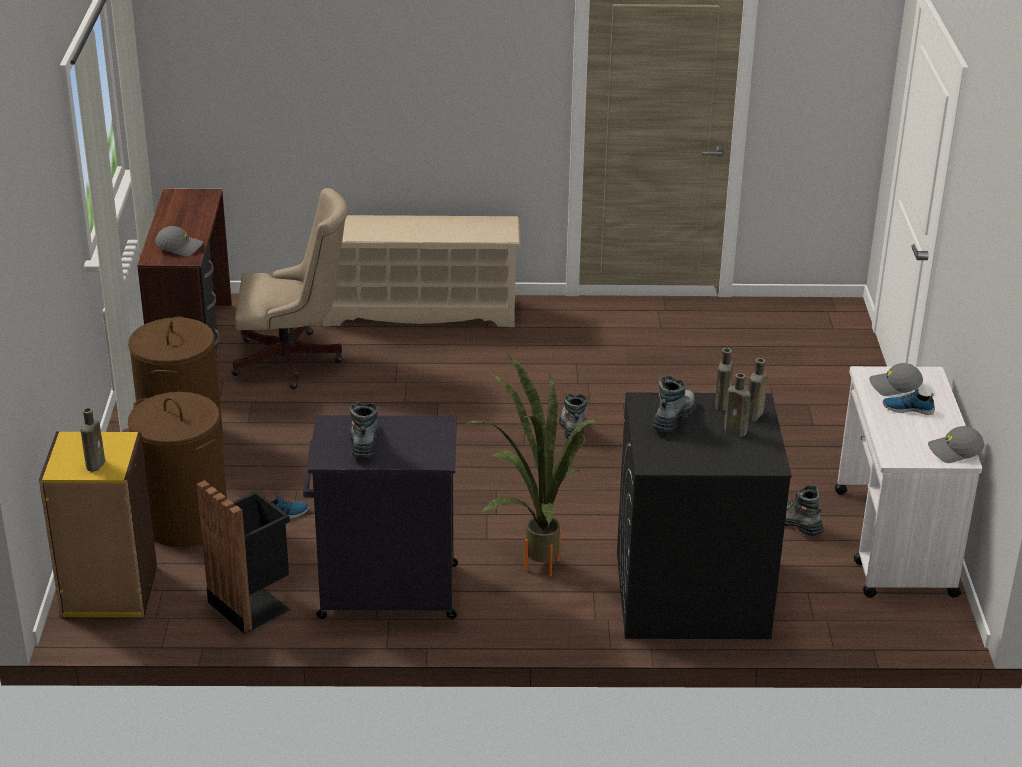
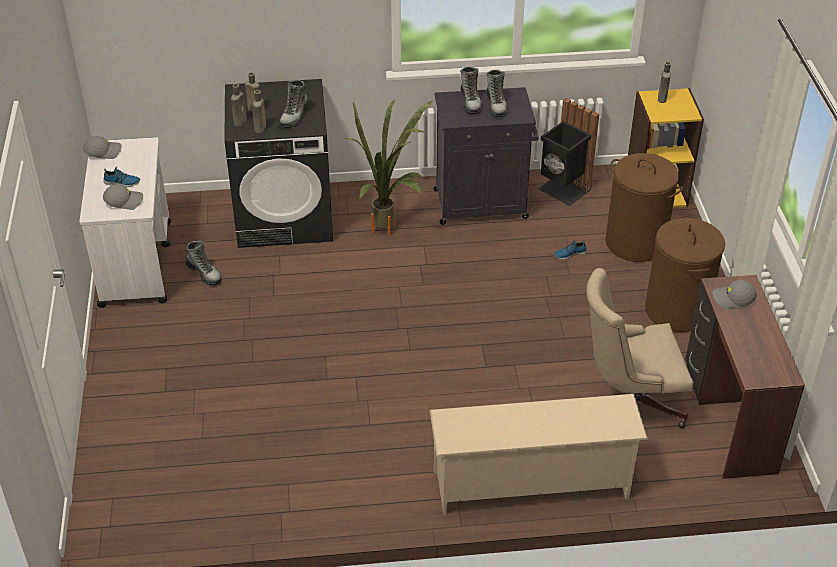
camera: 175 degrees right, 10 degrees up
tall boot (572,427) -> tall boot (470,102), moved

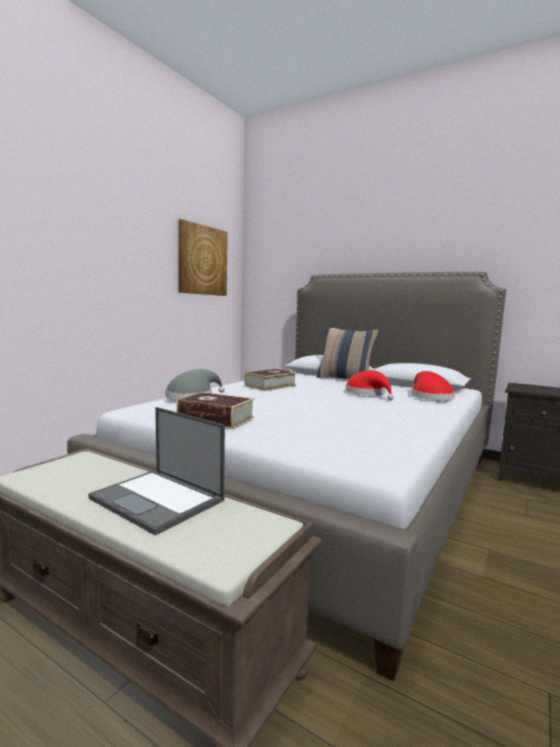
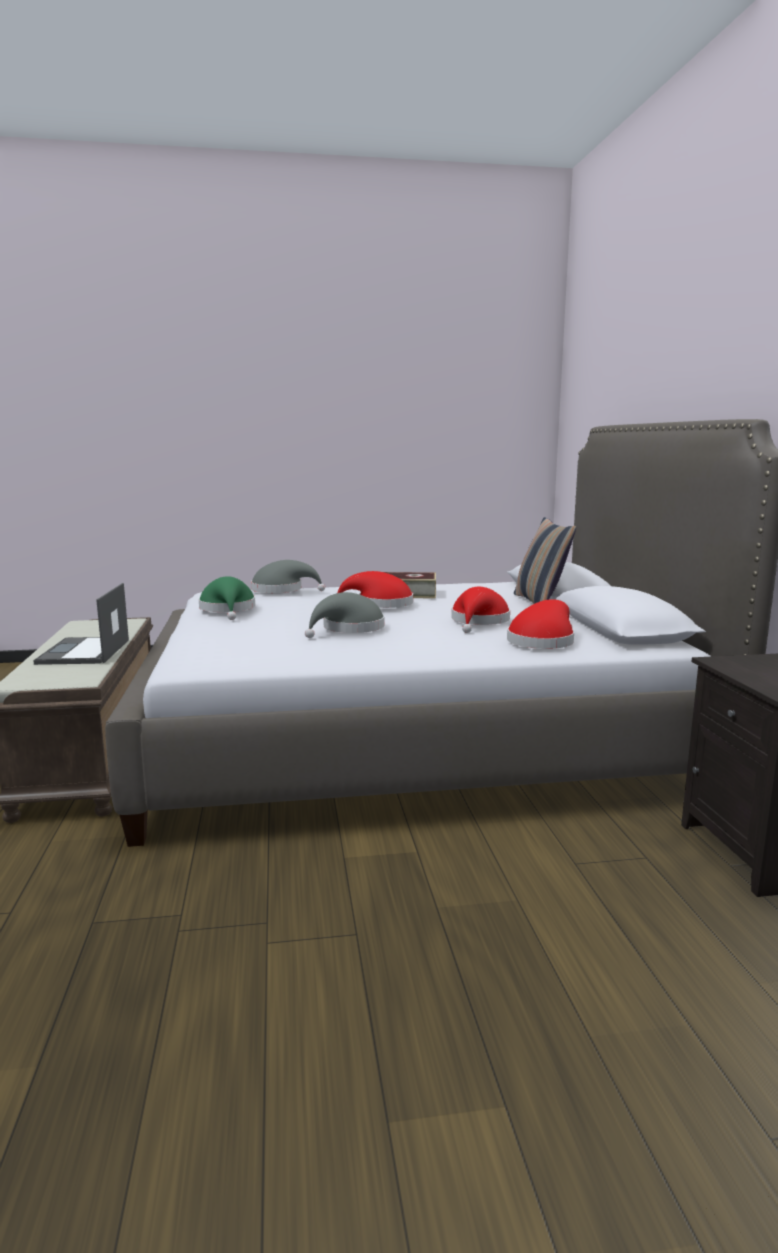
camera: 50 degrees right, 5 degrees up
book (216,418) -> clothing hat (green-coloured) (228,609)
wall picture (202,260) -> none
none -> clothing hat (grey) (349,629)
none -> clothing hat (reddish) (380,604)

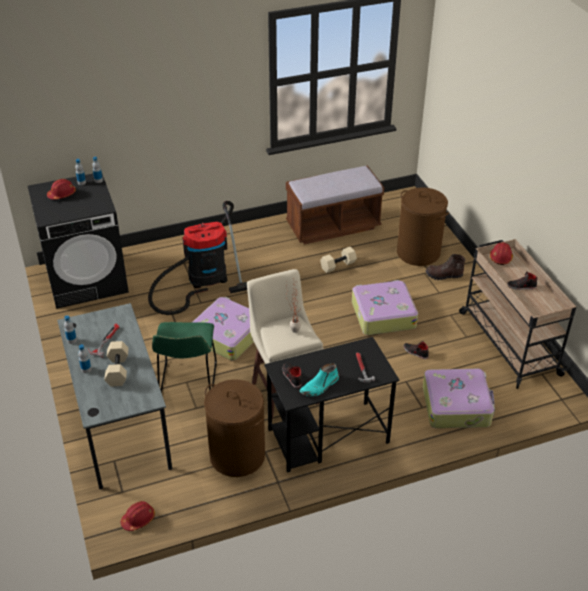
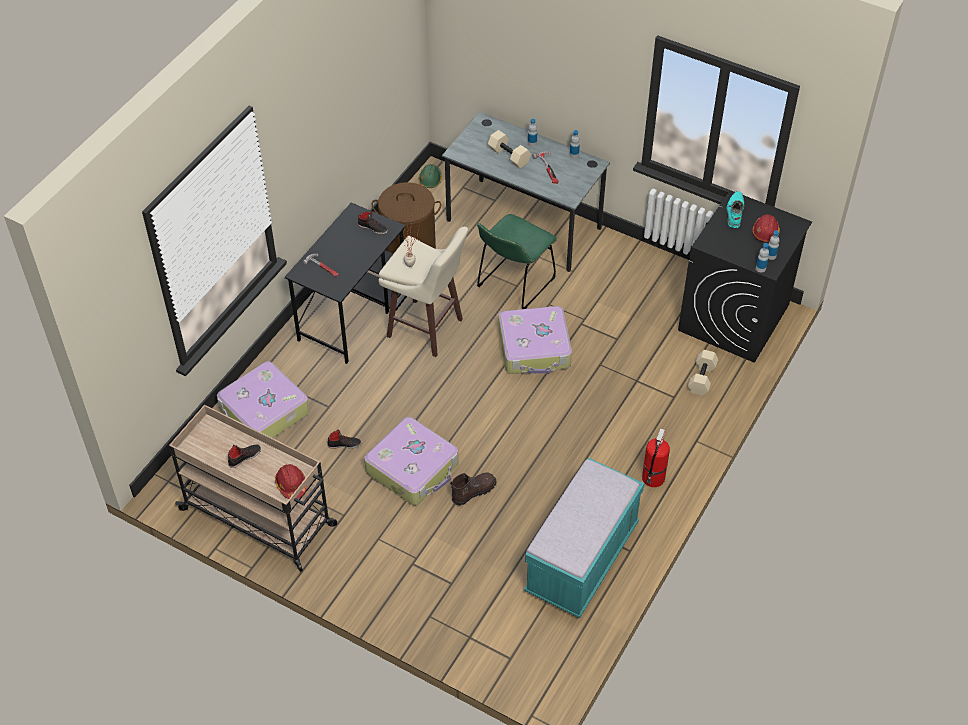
camera: 140 degrees right, 10 degrees up
safety helmet (reddish) (138,519) -> safety helmet (green-coloured) (430,179)
hoover (203,278) -> none
upright chair (green-coloured) (188,384) -> upright chair (green-coloured) (513,285), 105 degrees counterclockwise
bench (brown-coloured) (333,226) -> bench (turquoise-coloured) (582,560)
tall boot (turquoise-coloured) (320,386) -> tall boot (turquoise-coloured) (734,212), moved
hand weight (beige) (338,265) -> hand weight (beige) (702,379), moved
washing basket (brown-coloured) (418,252) -> none
tall boot (brown-coloured) (444,276) -> tall boot (brown-coloured) (473,491), moved
none -> fire-fighting cylinder (653,479)

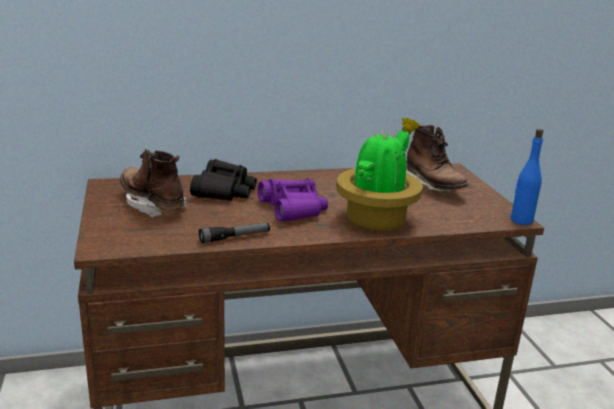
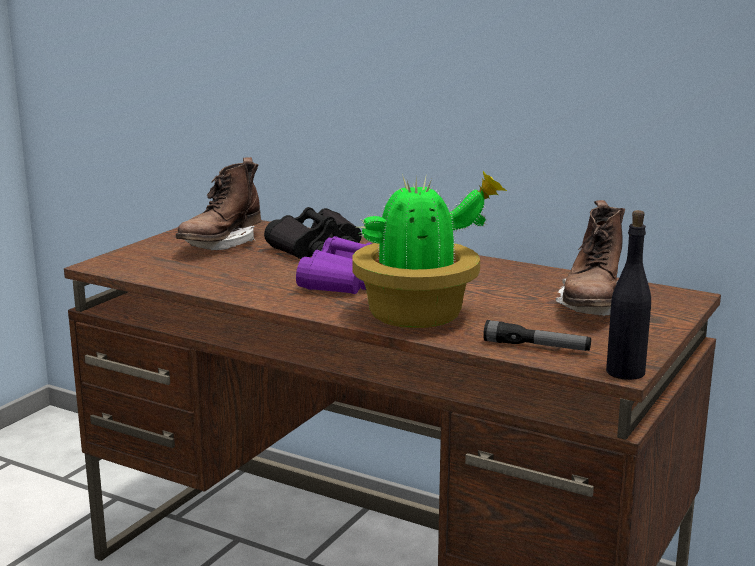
camera: 45 degrees right, 5 degrees down
tall boot (brown-coloured) (152,204) -> tall boot (brown-coloured) (221,244), 150 degrees counterclockwise
flashlight (235,237) -> flashlight (536,347), moved
beverage bottle (blue-coloured) (521,220) -> beverage bottle (black-coloured) (625,372)

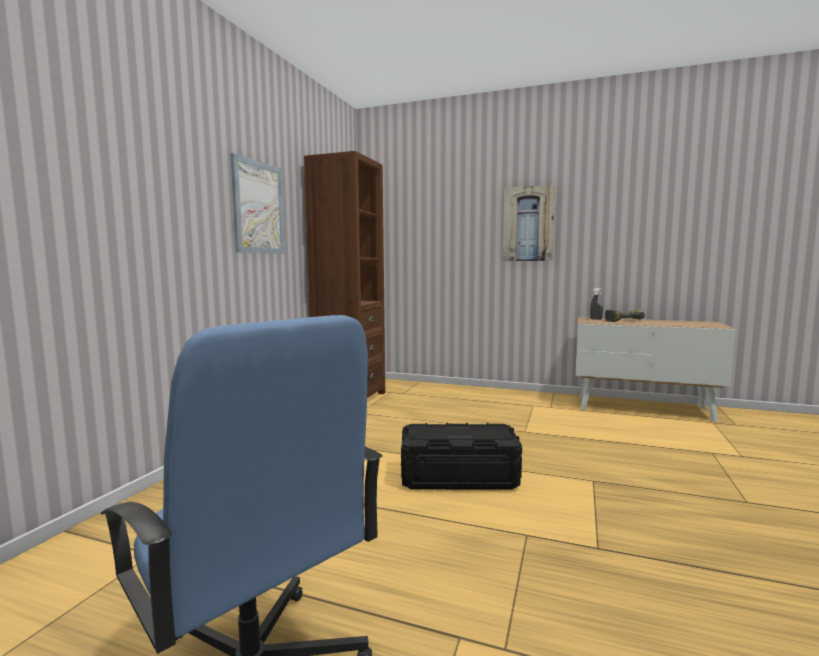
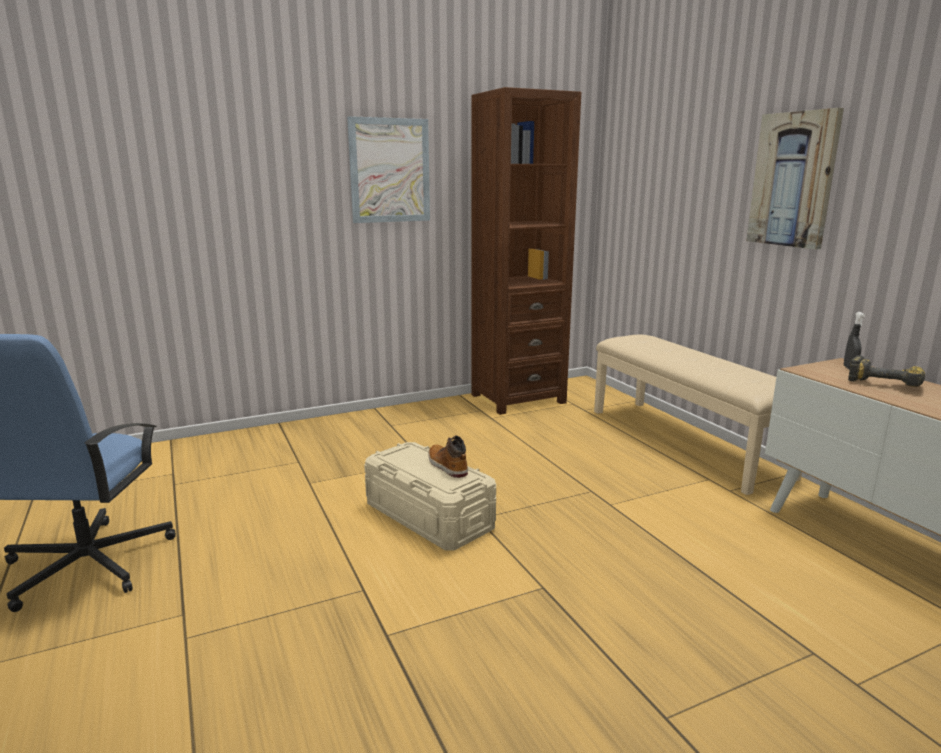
camera: 45 degrees right, 10 degrees up
storage bin (black-coloured) (459,477) -> storage bin (beige) (429,517)
none -> tall boot (447,466)
none -> bench (beige) (685,442)

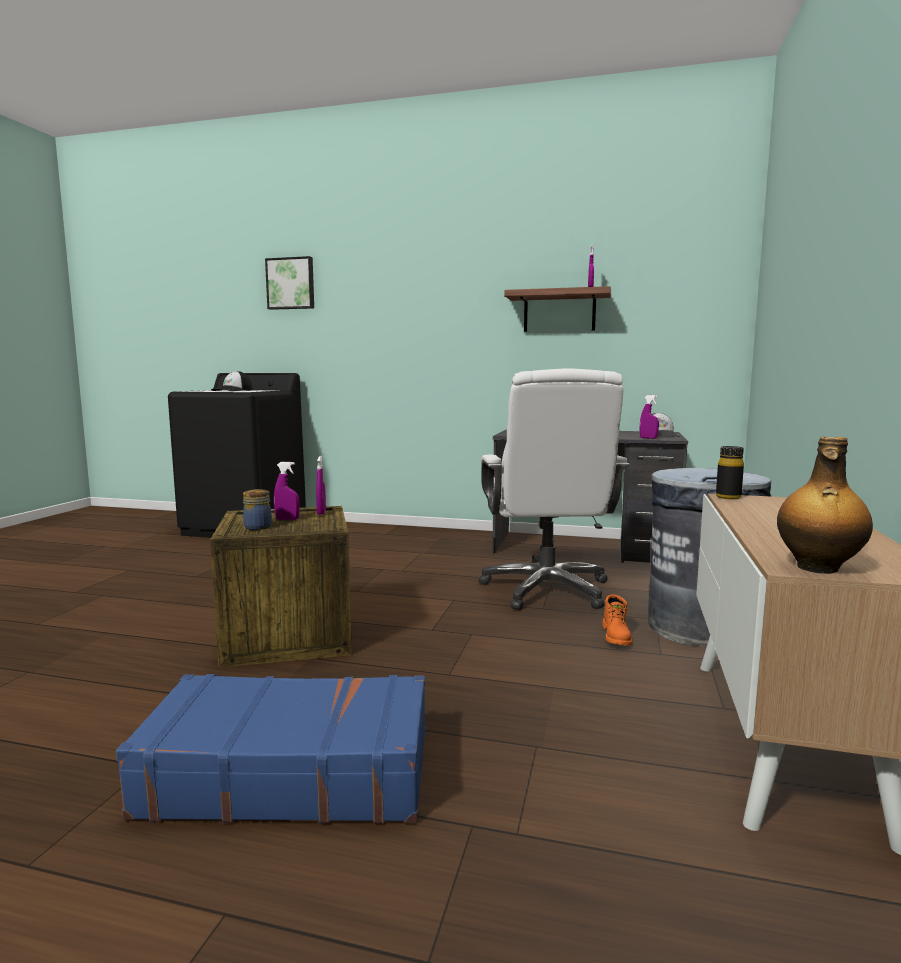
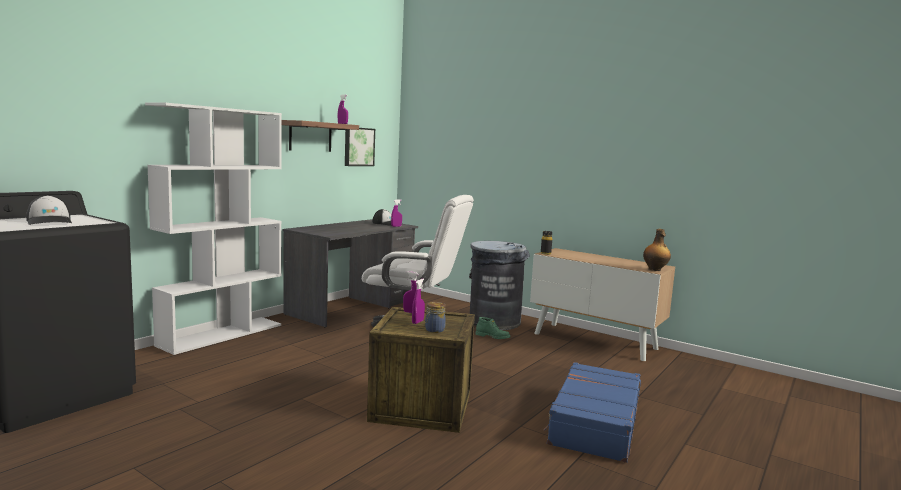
camera: 70 degrees left, 0 degrees up
wall picture (291,283) -> wall picture (358,146), moved
tall boot (orangey) (617,636) -> tall boot (green-coloured) (493,337)
none -> shelving unit (white) (222,334)

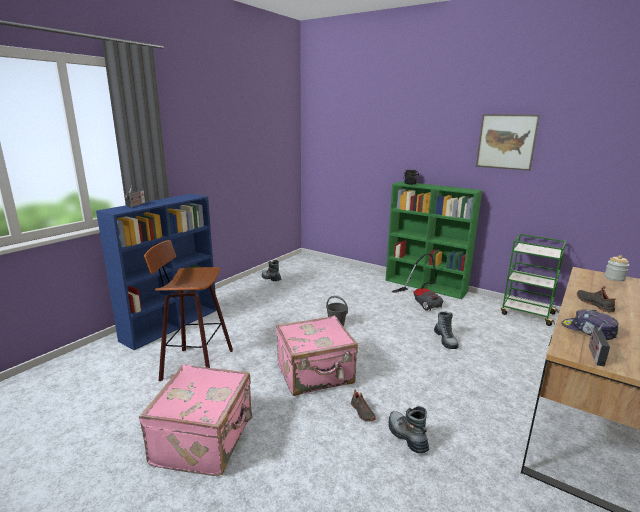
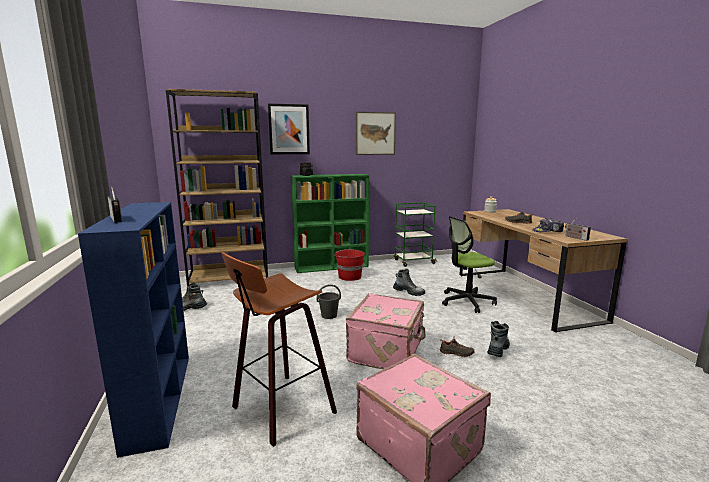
camera: 50 degrees left, 5 degrees down
tall boot (406,436) -> tall boot (498,349), 105 degrees clockwise
hoover (421,301) -> bucket (reddish) (349,277)
none -> shelving unit (brown-coloured) (230,279)
none -> wall picture (289,129)
none -> office chair (466,301)

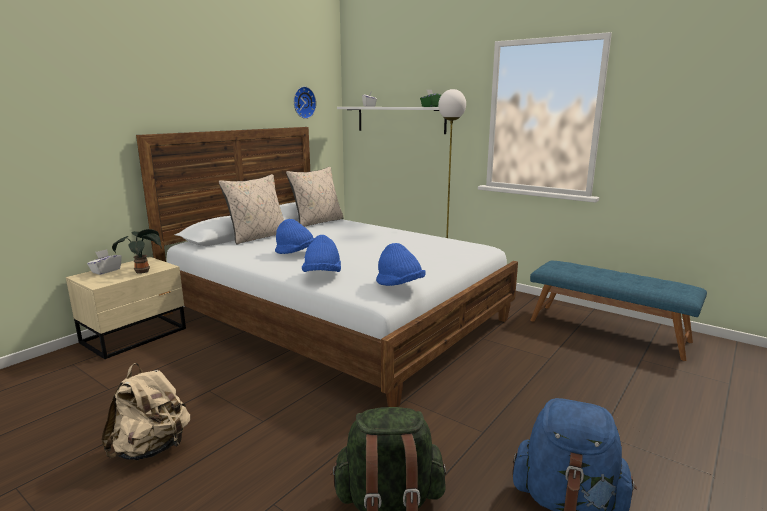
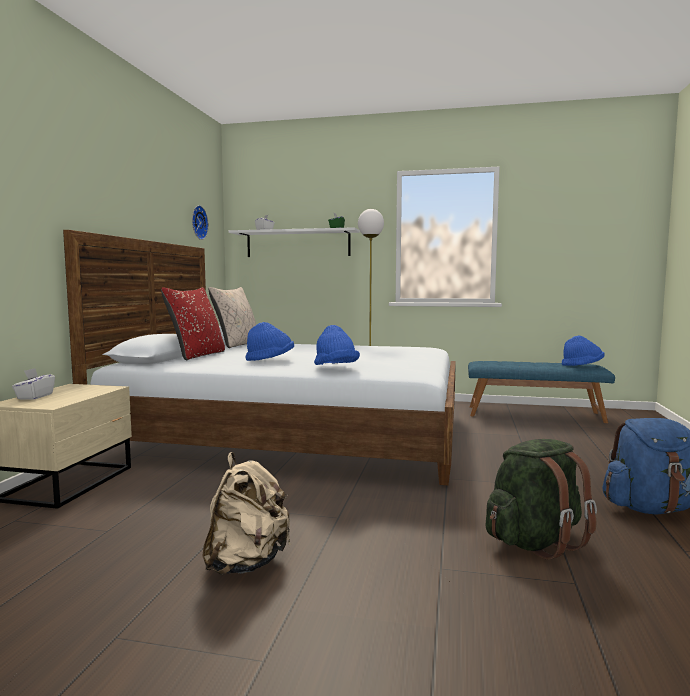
camera: 25 degrees left, 10 degrees down
houseplant (143,271) -> none
throw pillow (beige) (258,237) -> throw pillow (reddish) (197,355)
clothing hat (blue-coloured) (399,285) -> clothing hat (blue-coloured) (582,366), moved

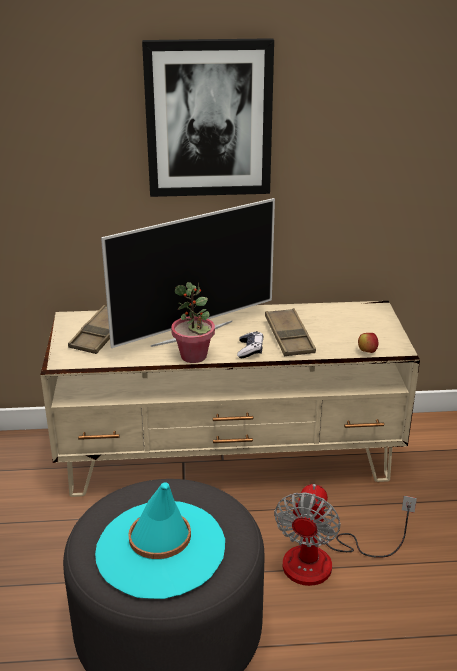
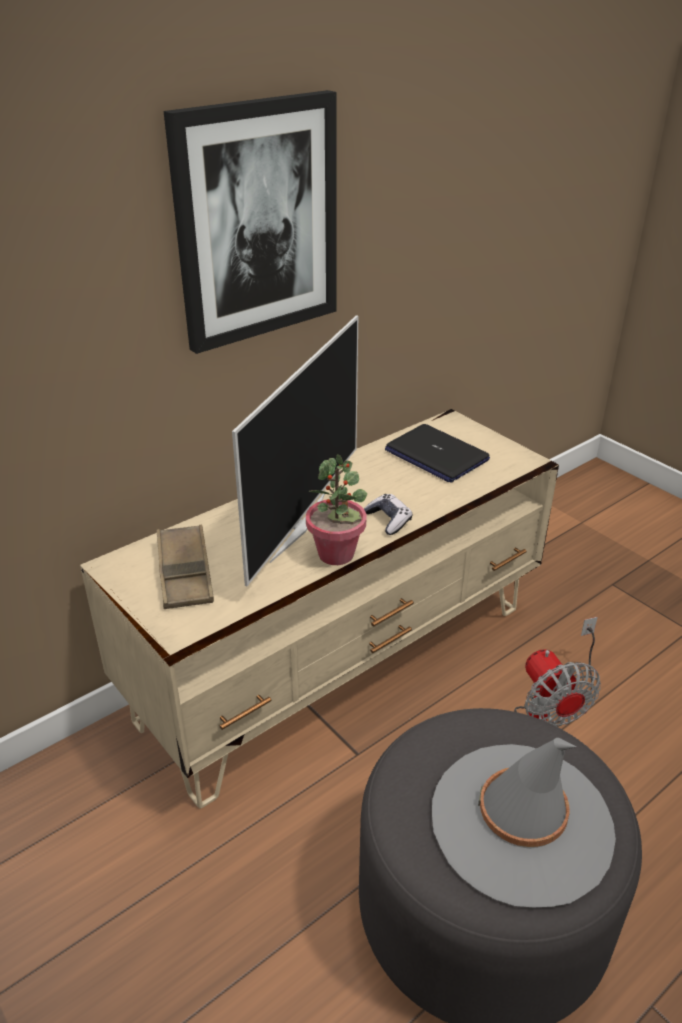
camera: 35 degrees left, 5 degrees up
clothing hat (turquoise-coloured) (160,549) -> clothing hat (grey) (521,822)
carrying tray (brown-coloured) (289,337) -> none
apple fruit (367,351) -> none
none -> laptop (436,455)

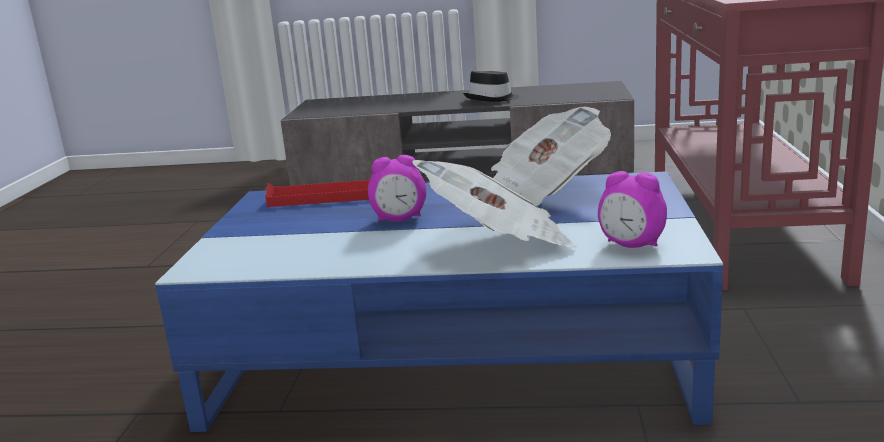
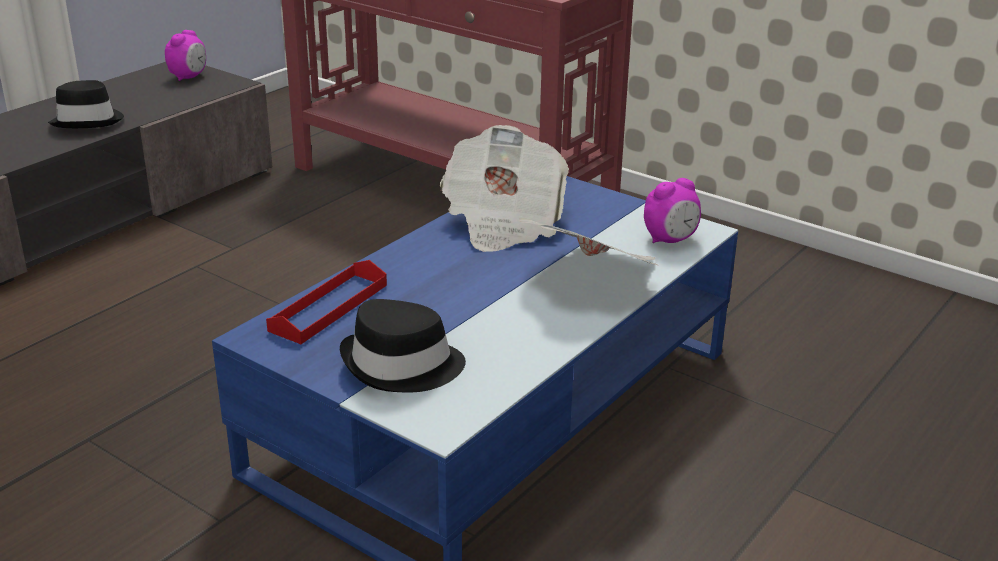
camera: 60 degrees left, 10 degrees up
table clock (399,219) -> table clock (189,77), moved
none -> clothing hat (black-coloured) (402,366)

